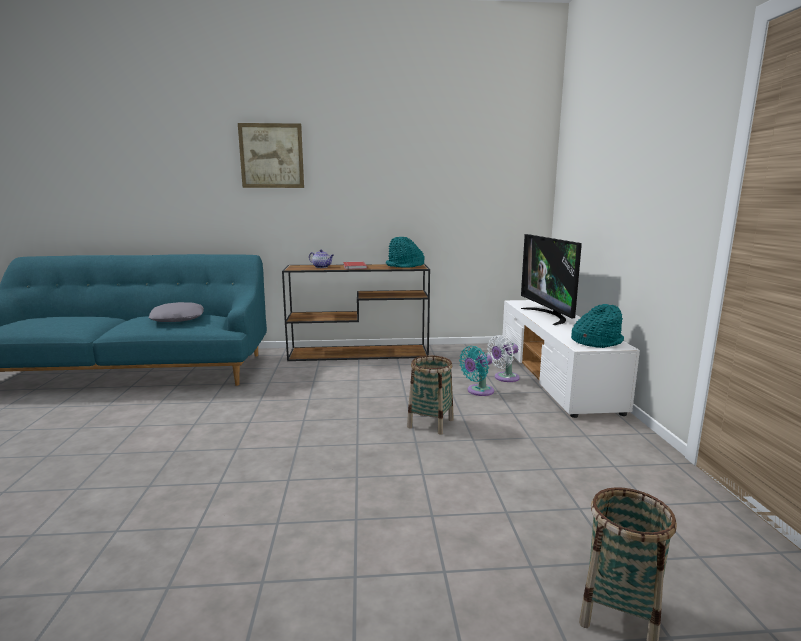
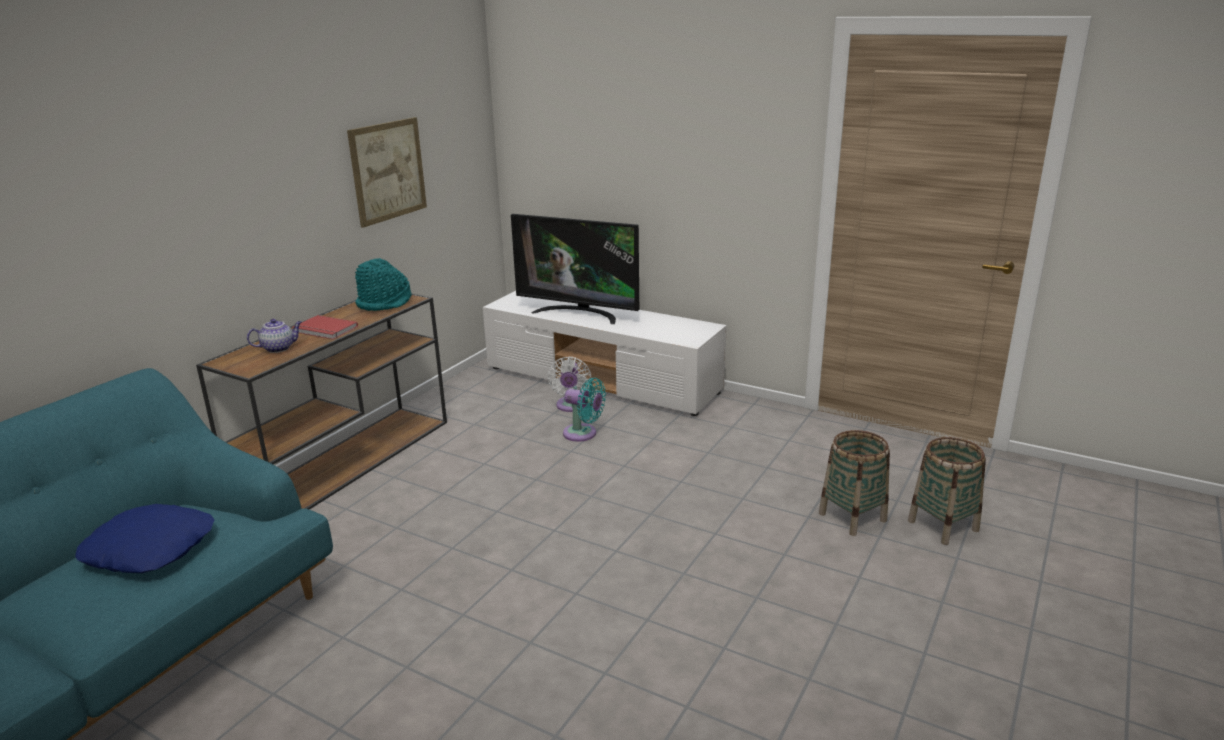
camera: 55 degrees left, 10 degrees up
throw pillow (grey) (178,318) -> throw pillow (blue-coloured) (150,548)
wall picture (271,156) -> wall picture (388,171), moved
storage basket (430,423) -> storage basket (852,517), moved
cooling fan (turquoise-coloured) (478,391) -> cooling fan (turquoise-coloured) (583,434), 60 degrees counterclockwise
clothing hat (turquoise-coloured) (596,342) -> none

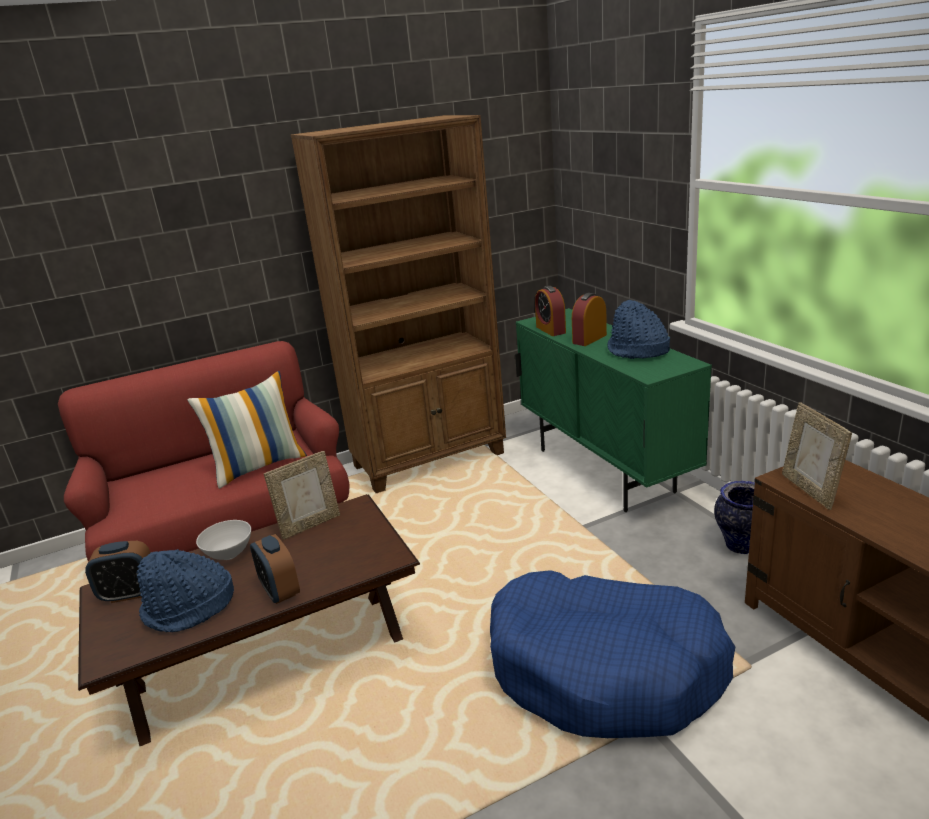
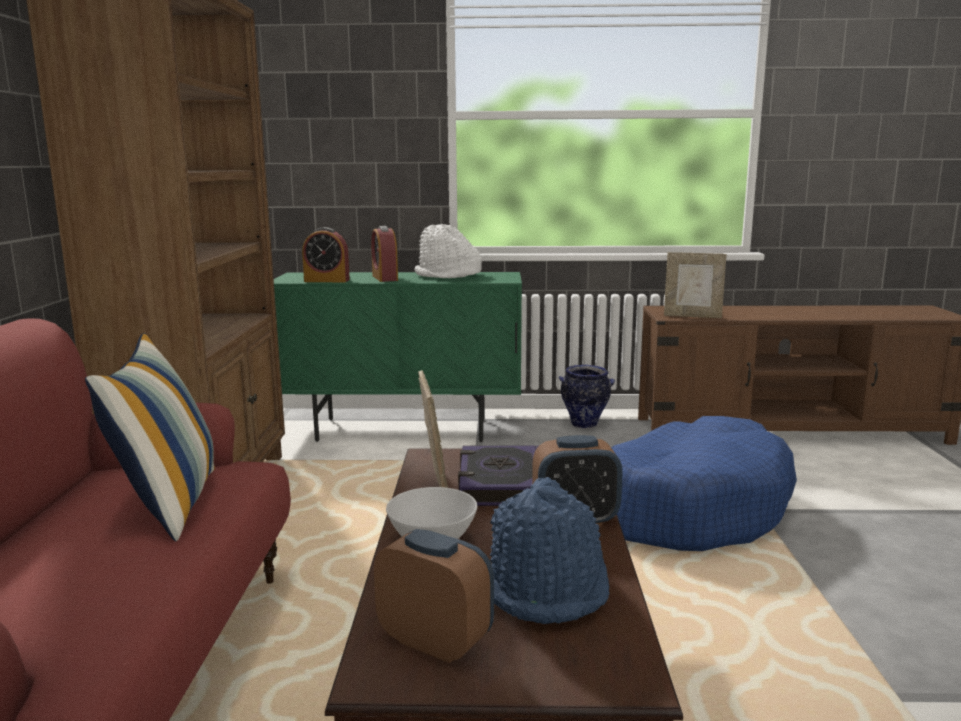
camera: 65 degrees left, 10 degrees down
table clock (129,594) -> table clock (435,642), 75 degrees counterclockwise
clothing hat (blue-coloured) (637,351) -> clothing hat (white) (448,275)
none -> book (501,484)

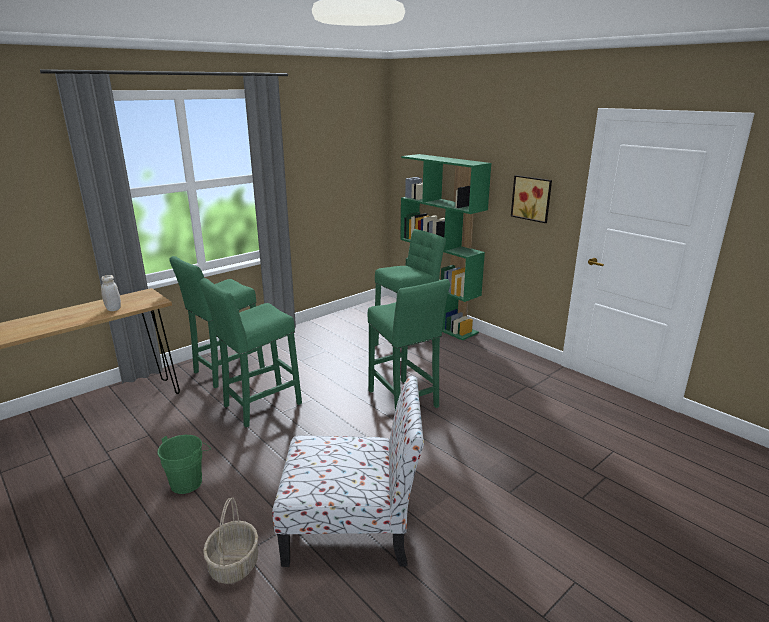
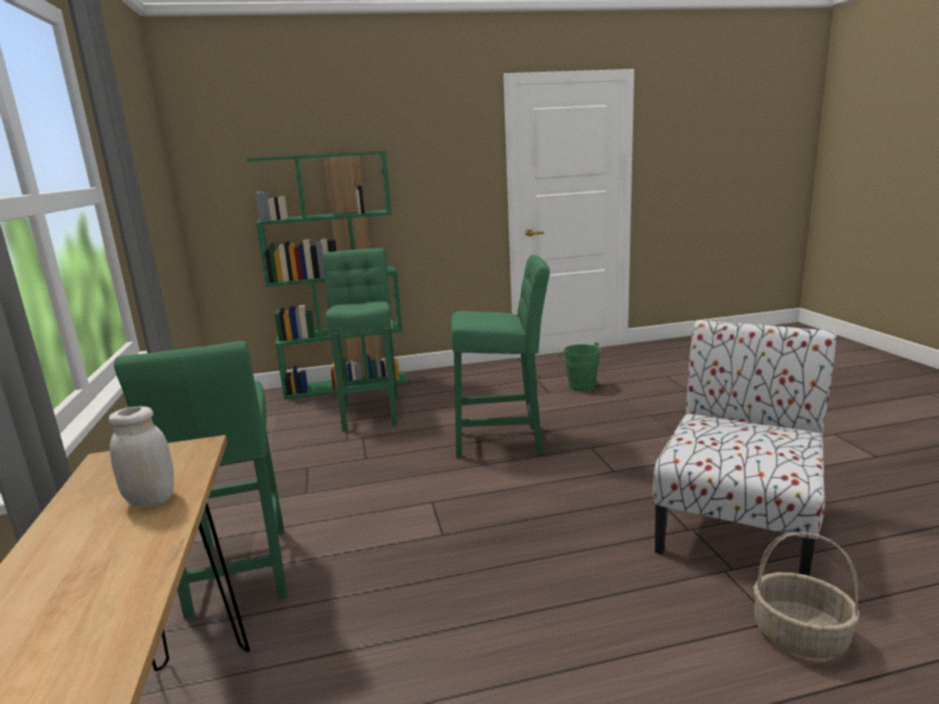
camera: 60 degrees left, 5 degrees down
bucket (green-coloured) (189,481) -> bucket (green-coloured) (580,386), moved
stool (green-coloured) (259,406) -> none
wall picture (532,198) -> none

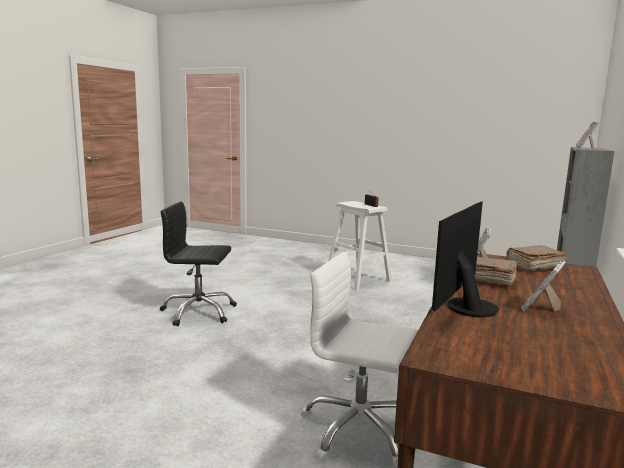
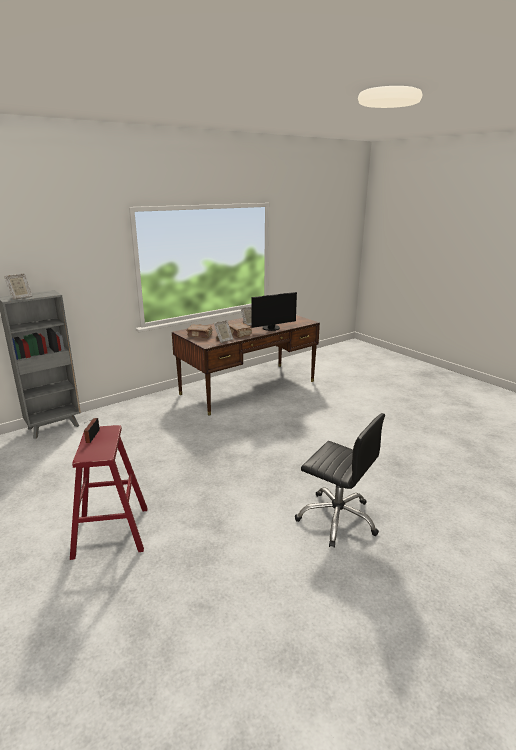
camera: 150 degrees left, 10 degrees up
office chair (white) (358,430) -> none
stool (white) (357,279) -> stool (reddish) (111,532)

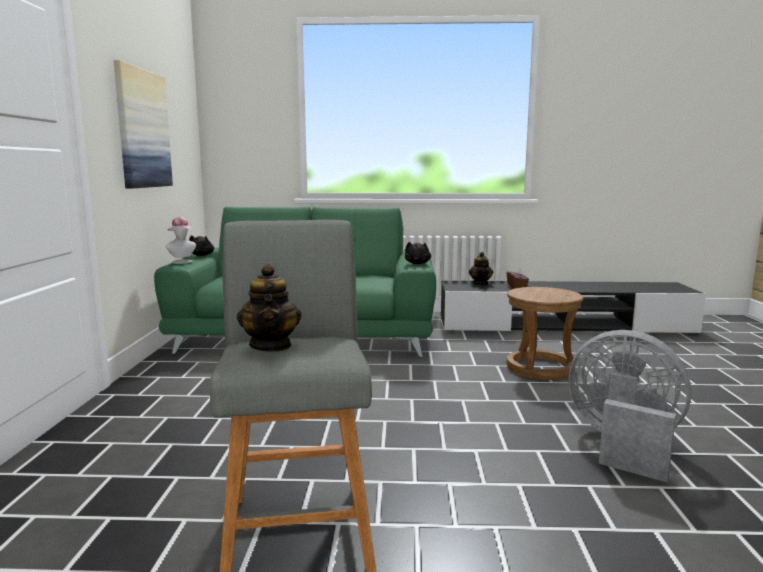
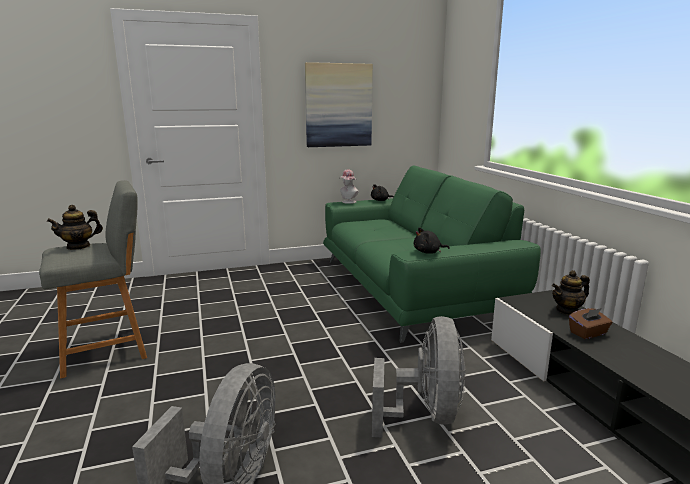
camera: 70 degrees right, 5 degrees up
stool (brown-coloured) (539,368) -> cooling fan (grey) (425,415)

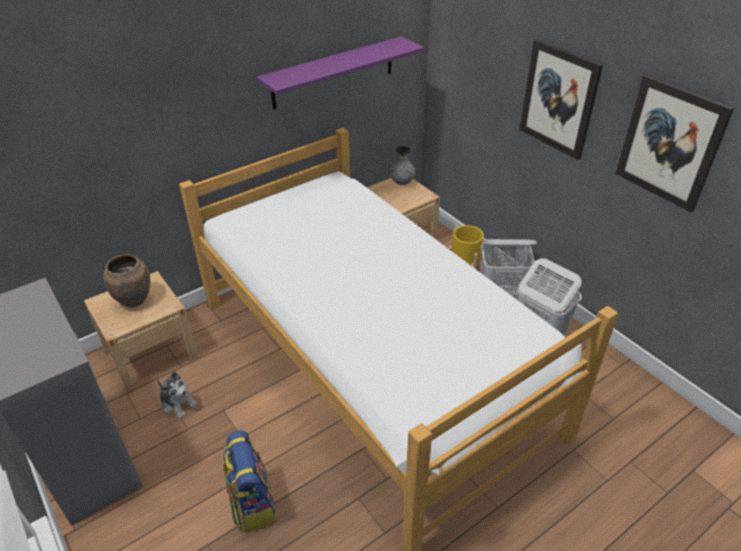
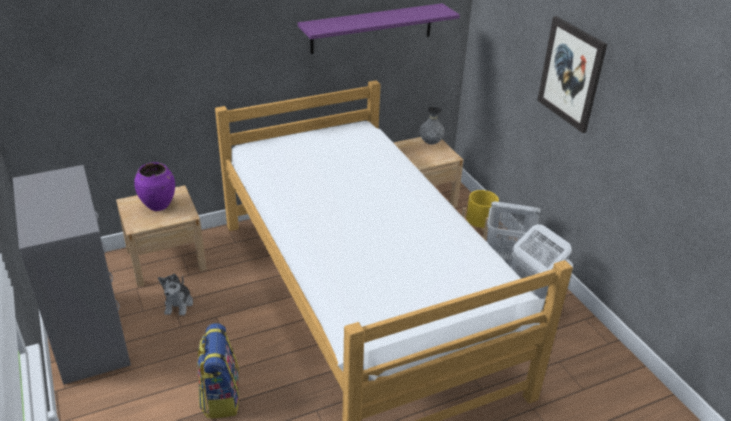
camera: 10 degrees right, 5 degrees down
decorative vase (brown-coloured) (134,300) -> decorative vase (purple) (158,206)
cuddly toy (178,403) -> cuddly toy (178,304), 45 degrees clockwise
wall picture (670,143) -> none

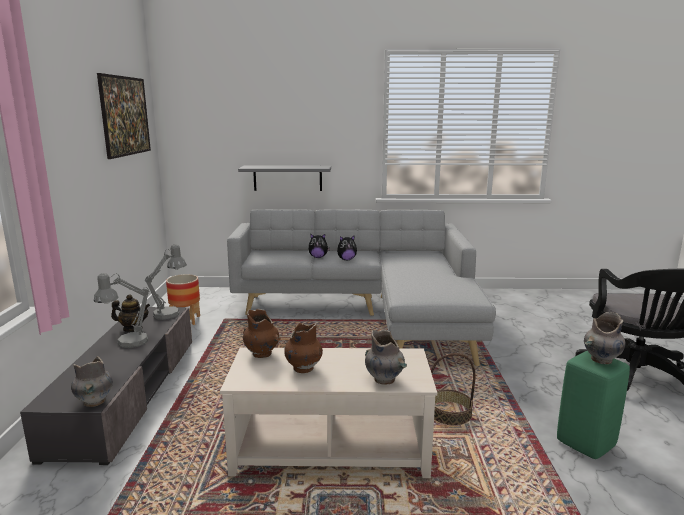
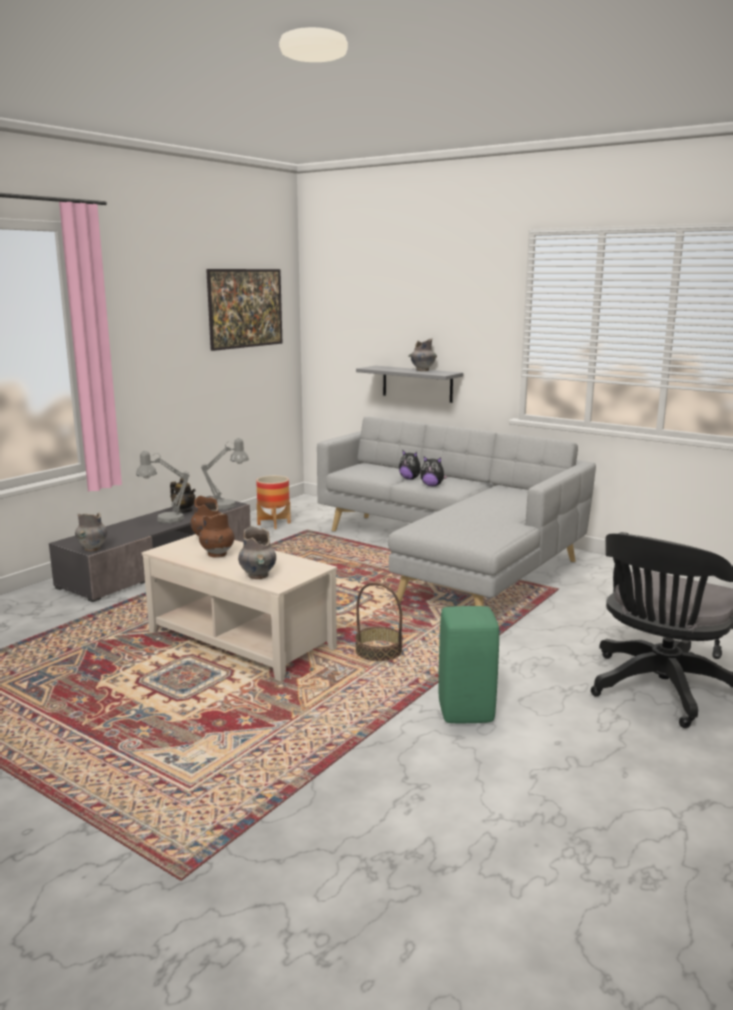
camera: 35 degrees right, 0 degrees up
decorative vase (grey) (601,360) -> decorative vase (grey) (422,370), moved

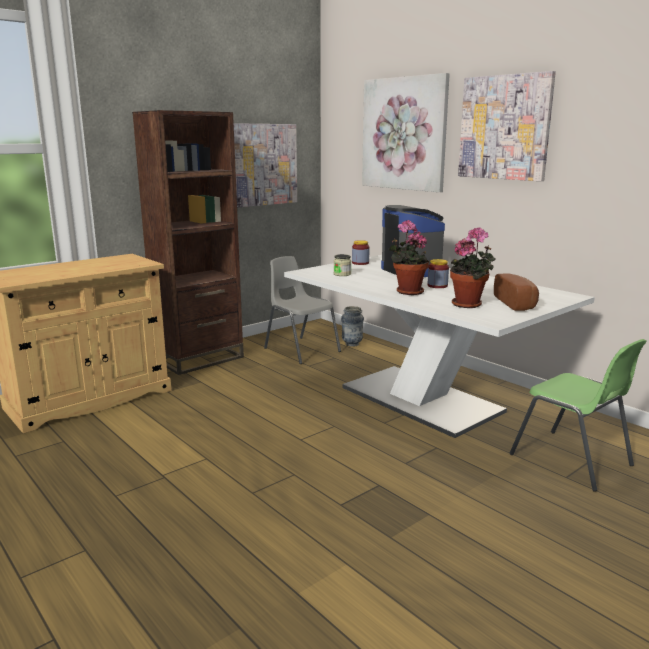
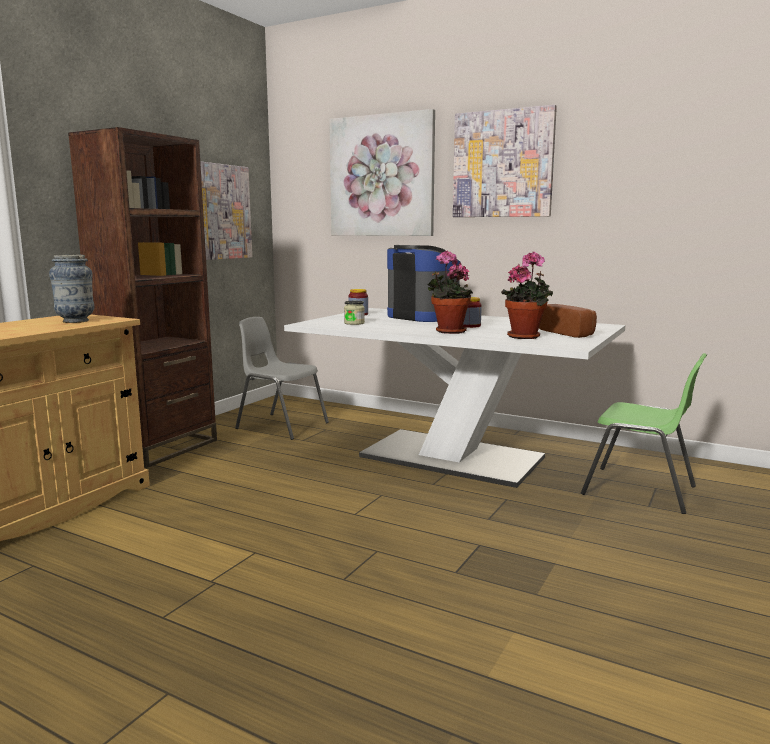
camera: 20 degrees left, 5 degrees down
decorative vase (352,344) -> decorative vase (76,321), moved

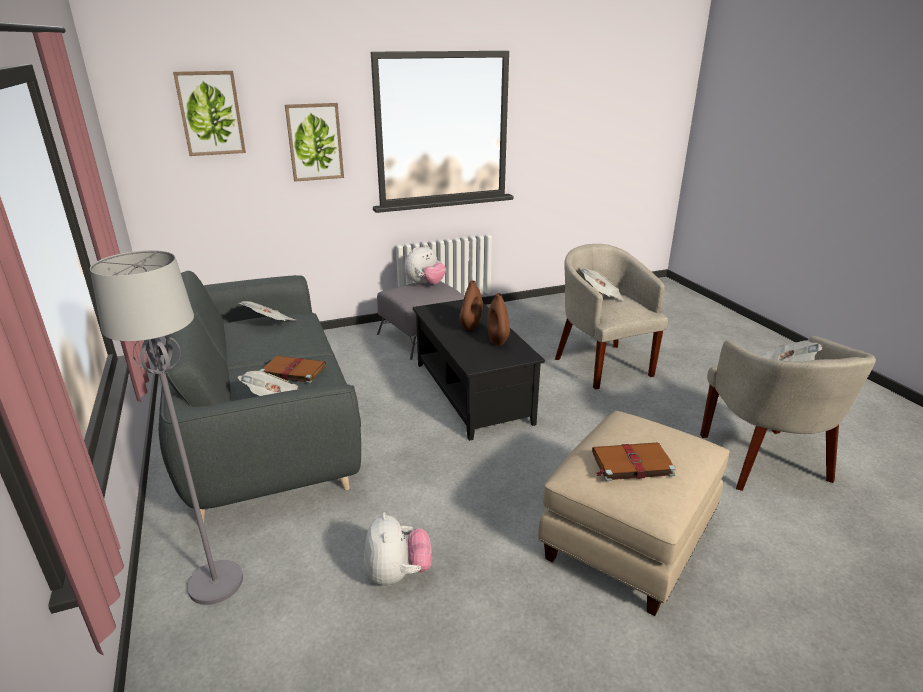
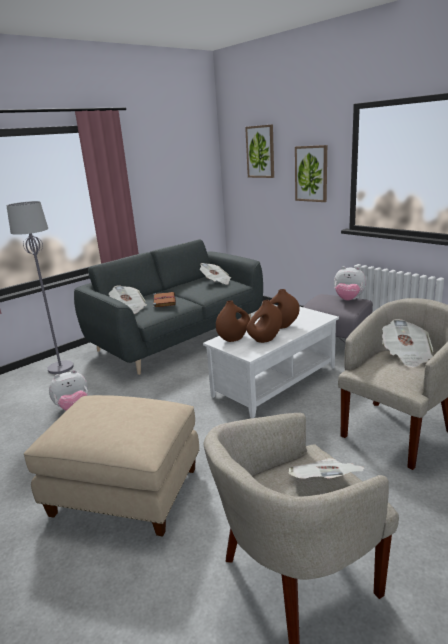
camera: 70 degrees right, 5 degrees down
lounge table (black-coloured) (471,392) -> lounge table (white) (274,381)
book (brown-coloured) (630,463) -> none
none -> decorative vase (brown-coloured) (234,338)

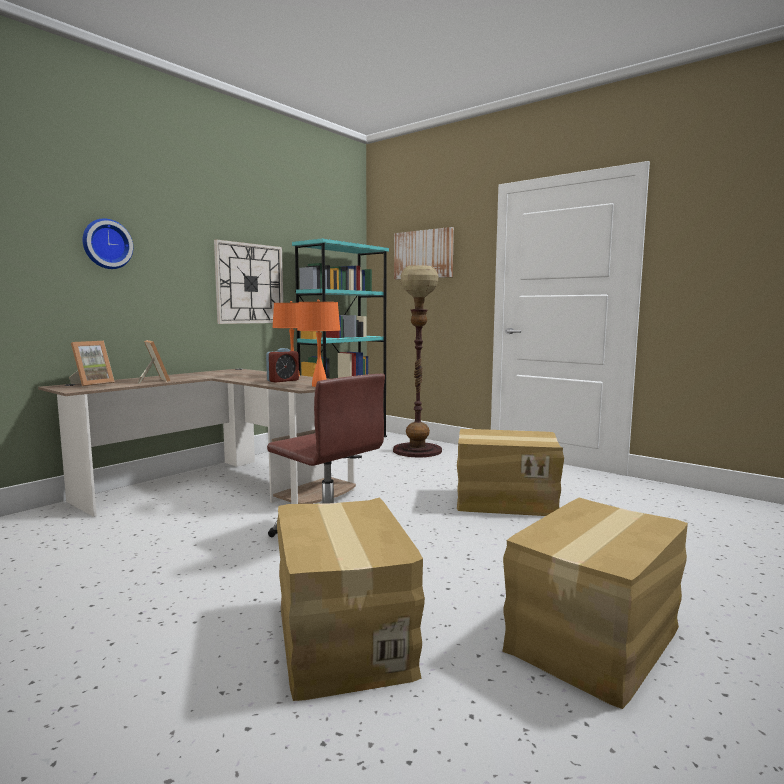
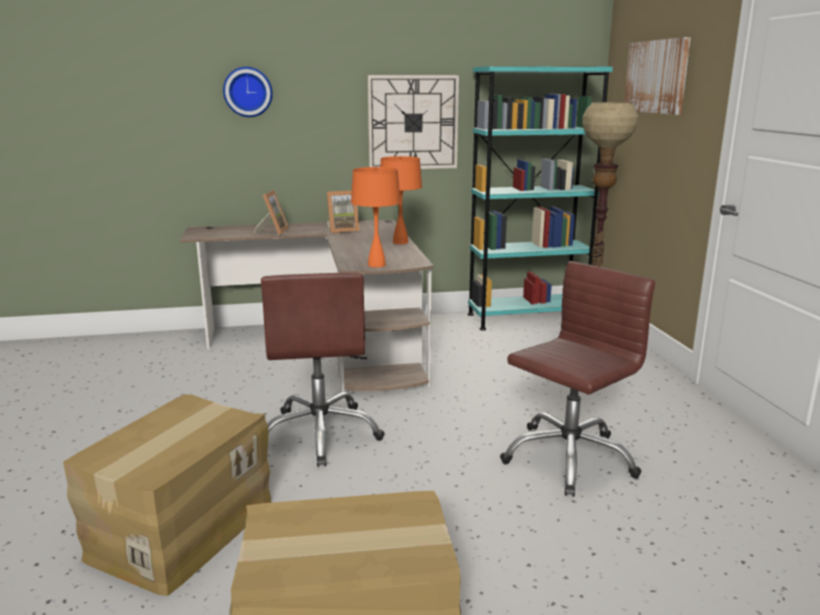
camera: 40 degrees right, 10 degrees up
picture frame (92,383) -> picture frame (342,230), moved
table clock (283,380) -> none
cardboard box (506,501) -> office chair (brown-coloured) (568,458)

